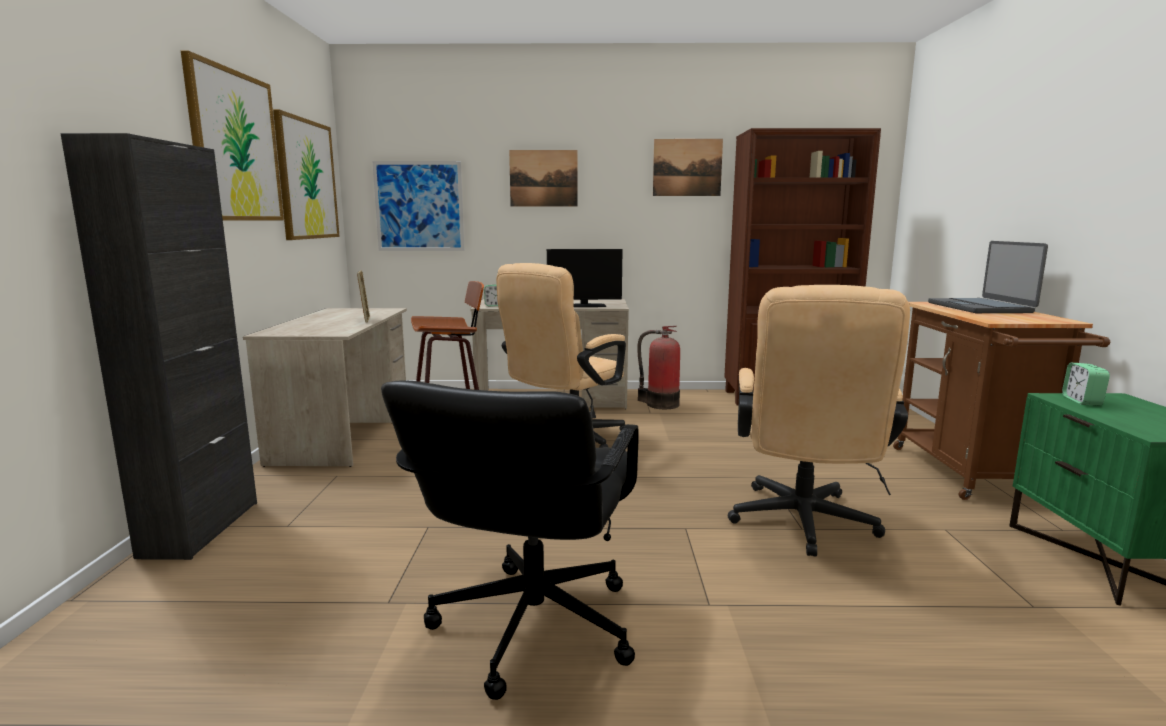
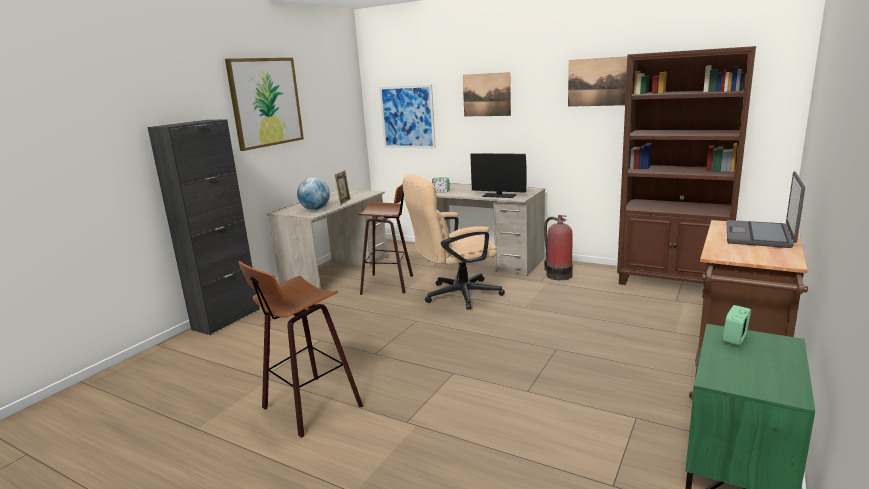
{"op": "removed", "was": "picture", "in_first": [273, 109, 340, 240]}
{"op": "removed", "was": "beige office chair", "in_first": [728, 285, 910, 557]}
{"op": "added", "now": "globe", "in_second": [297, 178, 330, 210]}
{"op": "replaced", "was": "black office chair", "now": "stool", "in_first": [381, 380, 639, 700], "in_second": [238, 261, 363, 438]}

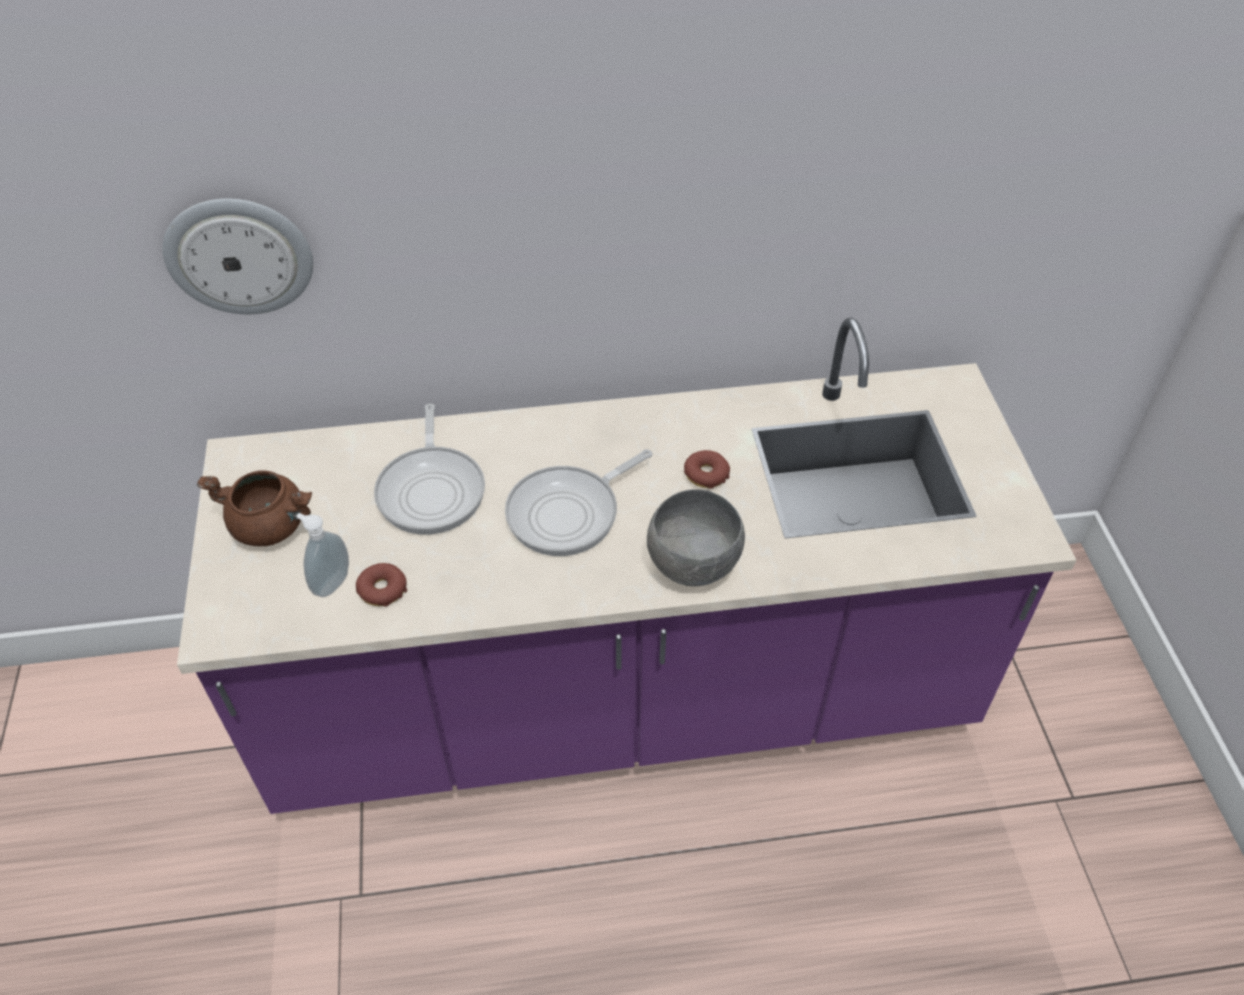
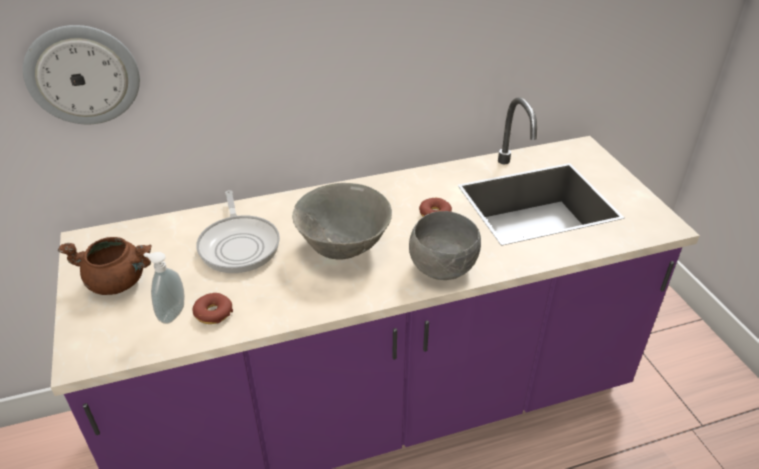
{"op": "replaced", "was": "frying pan", "now": "grey bowl", "in_first": [505, 449, 652, 556], "in_second": [292, 183, 392, 260]}

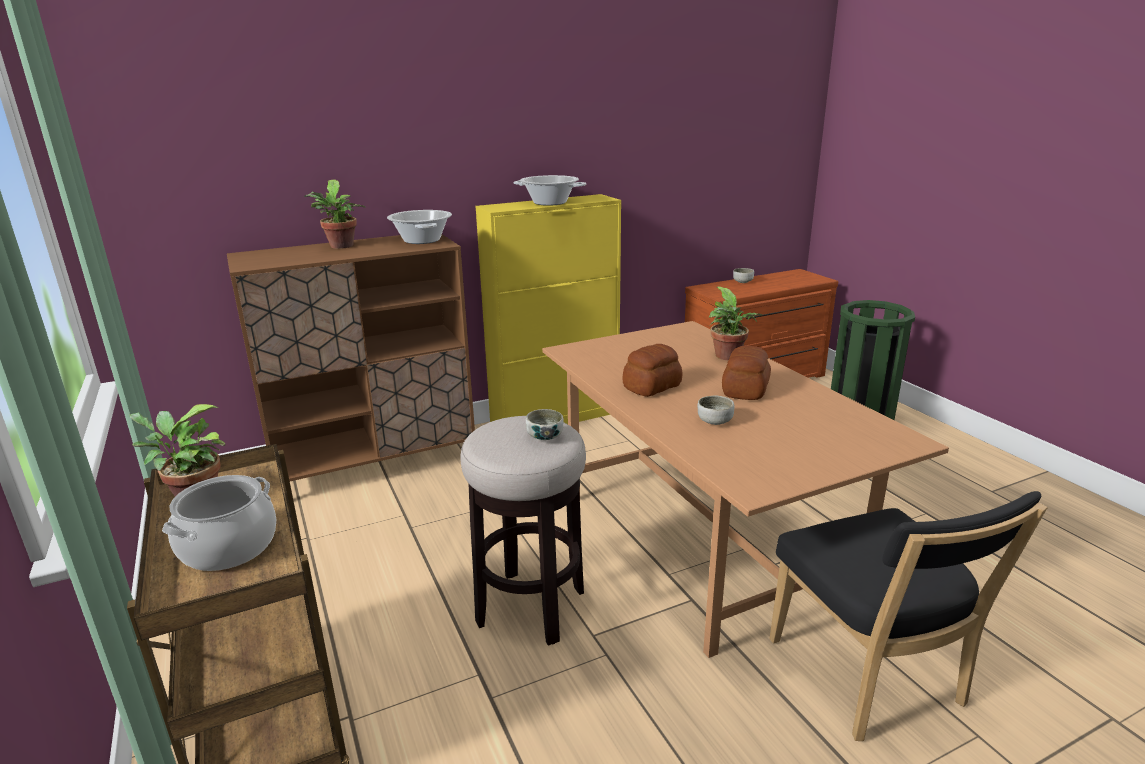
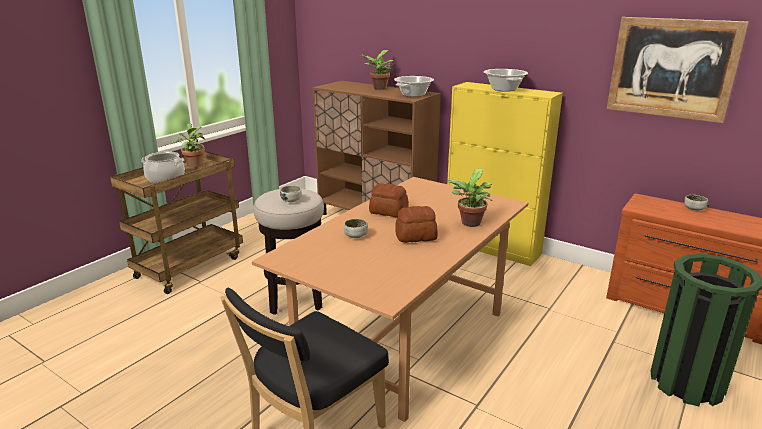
{"op": "added", "now": "picture", "in_second": [607, 17, 749, 123]}

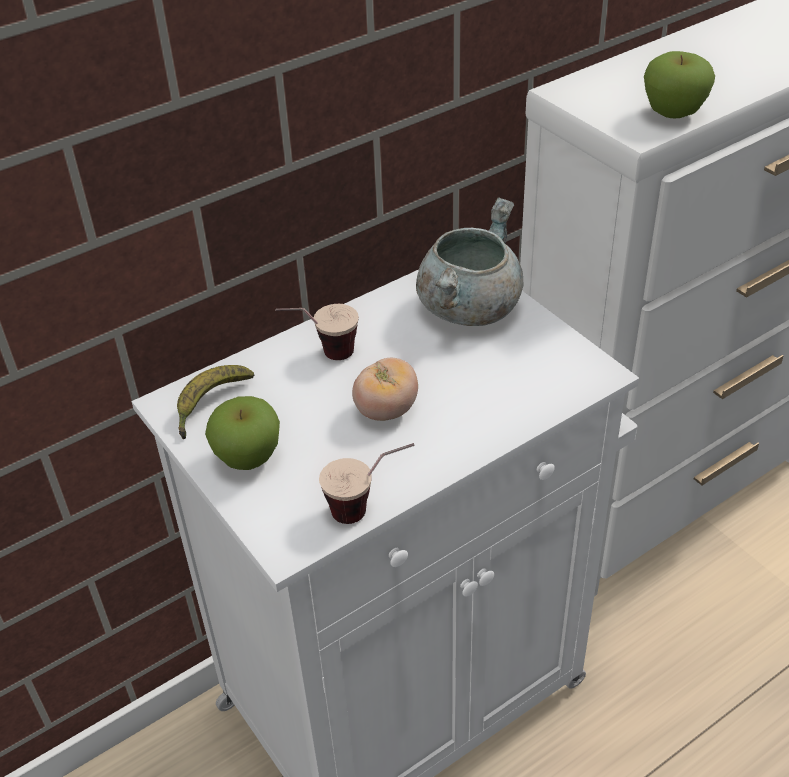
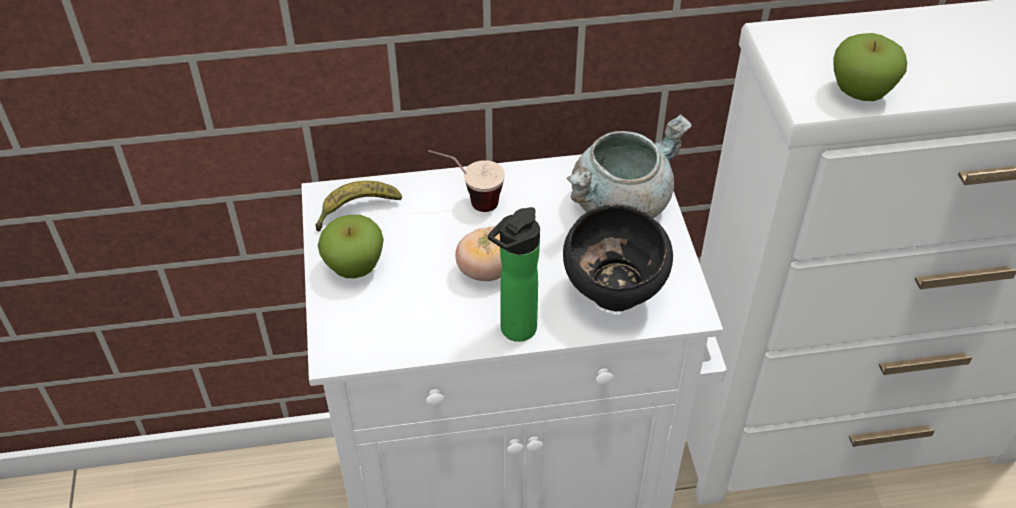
{"op": "removed", "was": "cup", "in_first": [319, 443, 415, 524]}
{"op": "added", "now": "bottle", "in_second": [488, 207, 540, 342]}
{"op": "added", "now": "black bowl", "in_second": [563, 204, 673, 311]}

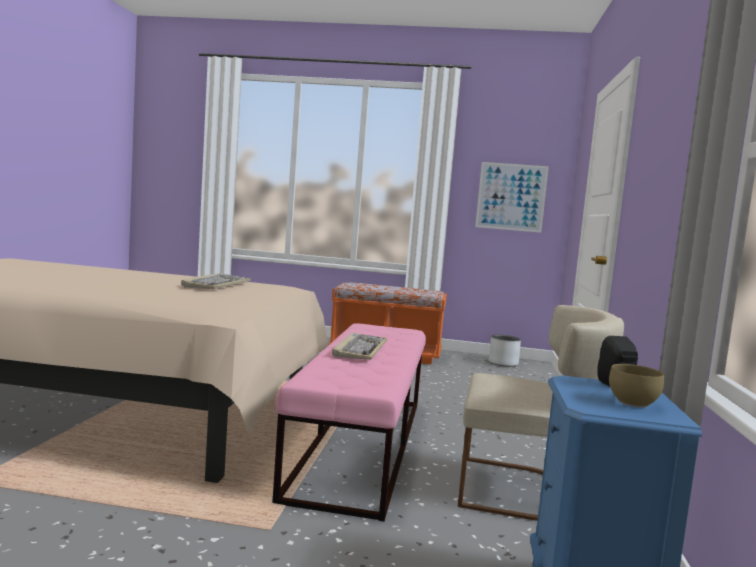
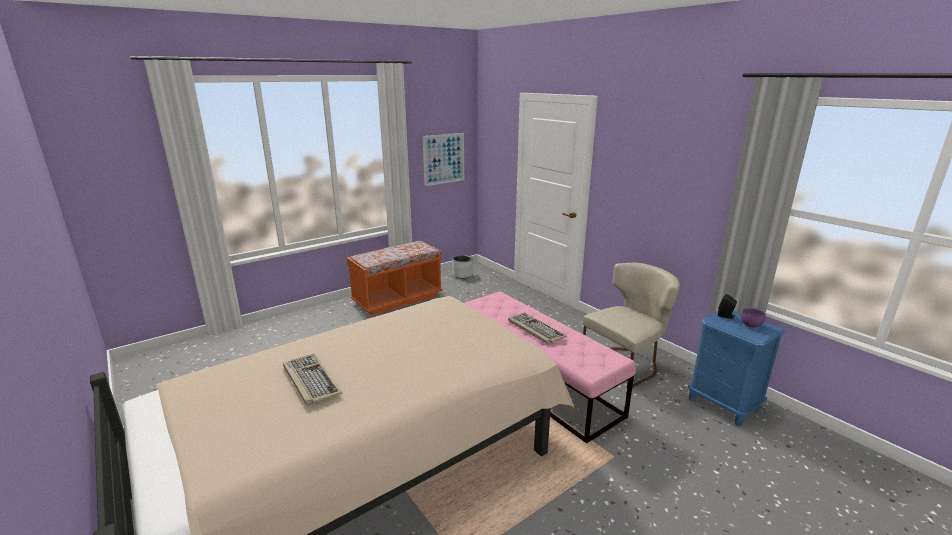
{"op": "moved", "was": "keyboard", "in_first": [181, 273, 251, 289], "in_second": [283, 354, 342, 405]}
{"op": "recoloured", "was": "brown bowl", "now": "purple bowl", "in_first": [609, 364, 664, 407], "in_second": [741, 308, 766, 328]}

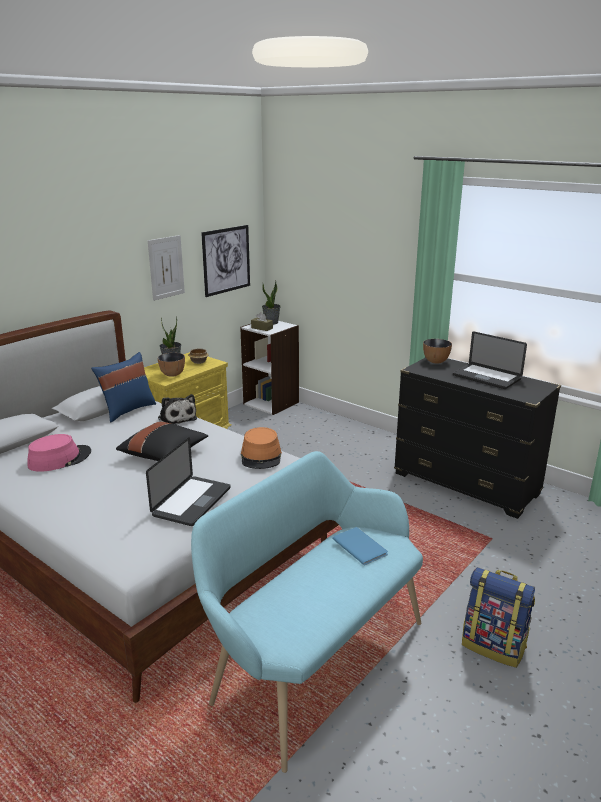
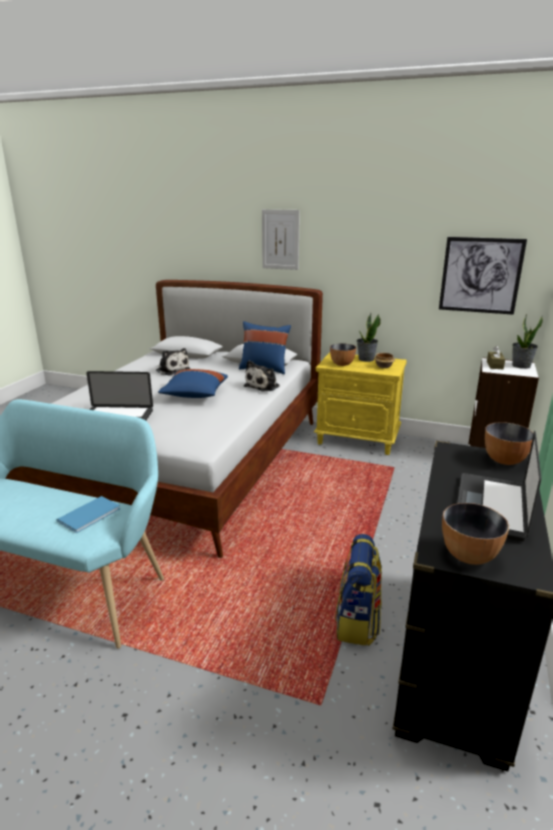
{"op": "removed", "was": "orange hat", "in_first": [241, 427, 282, 469]}
{"op": "added", "now": "bowl", "in_second": [442, 503, 509, 565]}
{"op": "moved", "was": "picture", "in_first": [148, 235, 185, 301], "in_second": [262, 209, 300, 270]}
{"op": "moved", "was": "backpack", "in_first": [462, 567, 535, 668], "in_second": [335, 534, 382, 646]}
{"op": "replaced", "was": "pink hat", "now": "plush toy", "in_first": [28, 434, 91, 472], "in_second": [156, 348, 190, 375]}
{"op": "recoloured", "was": "black pillow", "now": "blue pillow", "in_first": [116, 421, 208, 461], "in_second": [158, 369, 228, 398]}

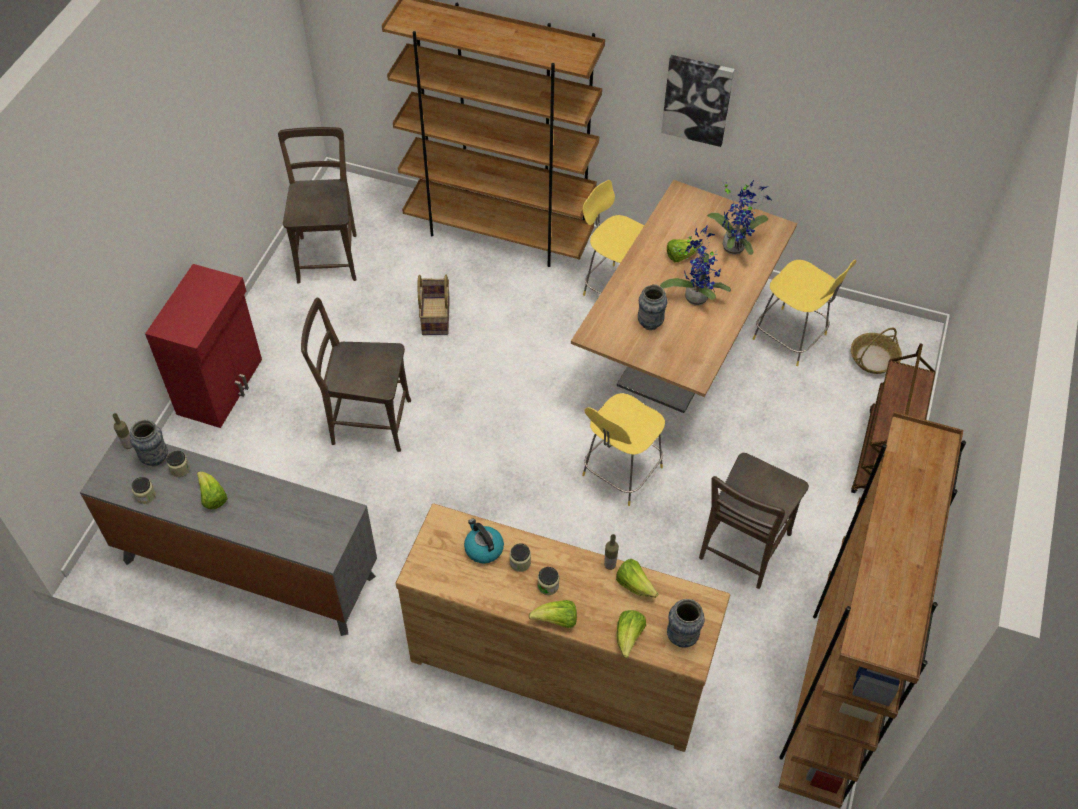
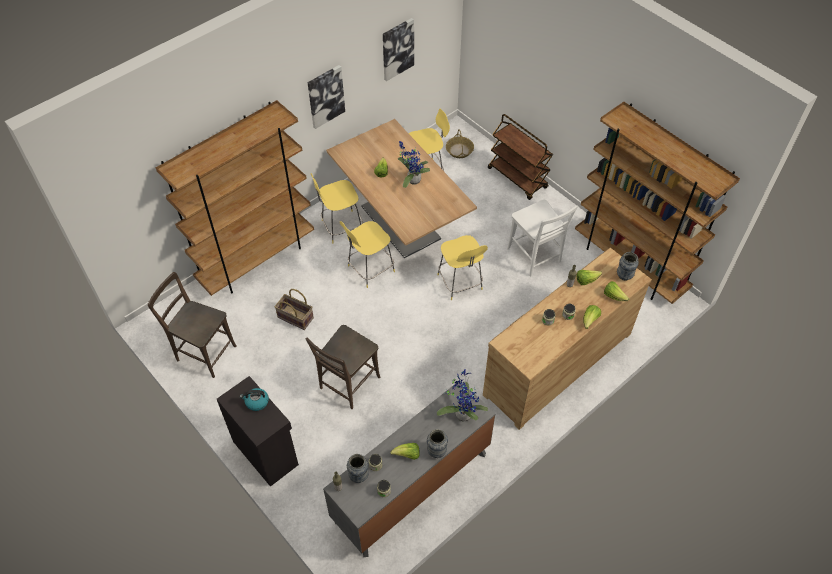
{"op": "added", "now": "yellow stool", "in_second": [340, 221, 395, 288]}
{"op": "added", "now": "picture", "in_second": [383, 18, 414, 81]}
{"op": "moved", "was": "kettle", "in_first": [464, 519, 504, 564], "in_second": [240, 388, 269, 411]}
{"op": "moved", "was": "vase", "in_first": [638, 284, 667, 330], "in_second": [427, 429, 448, 458]}
{"op": "moved", "was": "potted plant", "in_first": [707, 180, 772, 255], "in_second": [437, 369, 488, 422]}
{"op": "recoloured", "was": "red cabinet", "now": "black cabinet", "in_first": [145, 264, 262, 428], "in_second": [217, 376, 299, 487]}
{"op": "recoloured", "was": "brown chair", "now": "white chair", "in_first": [699, 453, 809, 589], "in_second": [507, 200, 578, 276]}

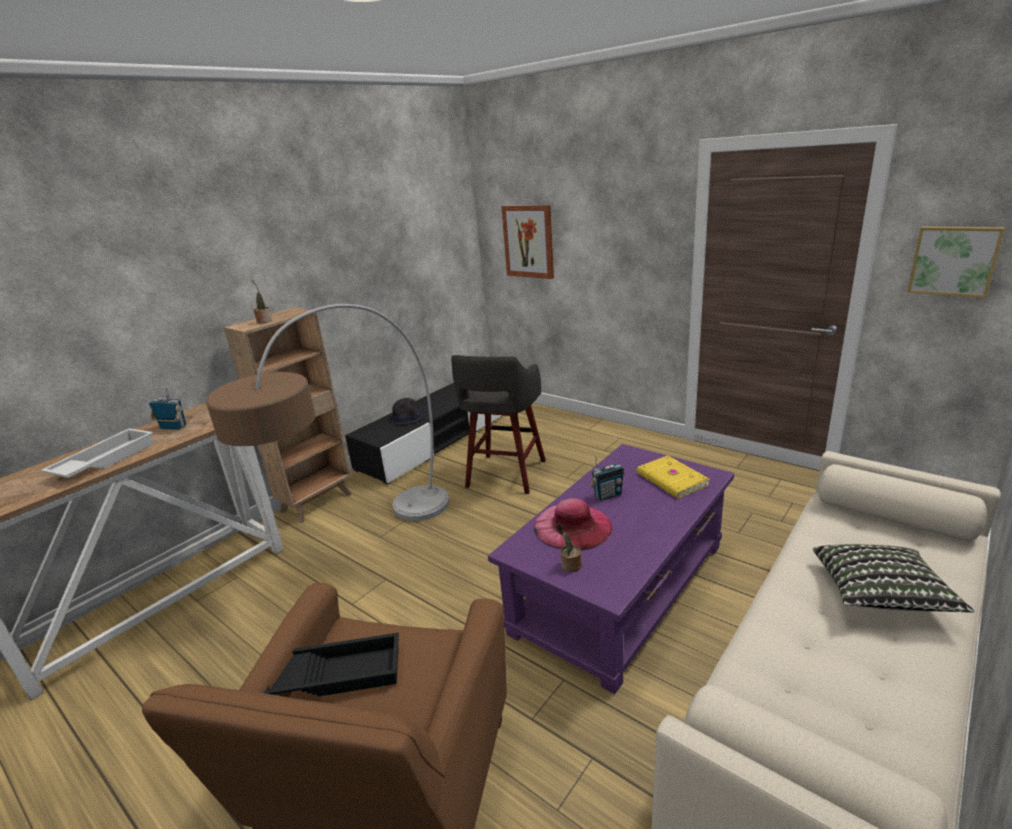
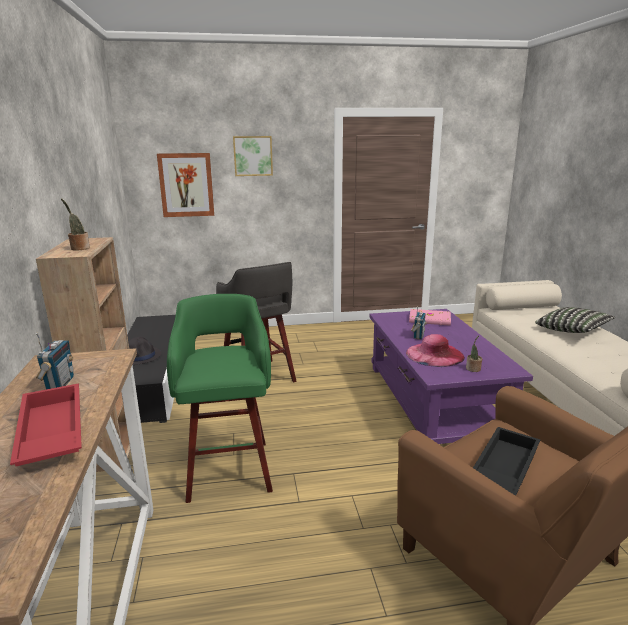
{"op": "moved", "was": "picture", "in_first": [907, 226, 1005, 298], "in_second": [233, 136, 273, 176]}
{"op": "replaced", "was": "floor lamp", "now": "green stool", "in_first": [206, 304, 449, 521], "in_second": [167, 294, 273, 503]}
{"op": "recoloured", "was": "white tray", "now": "red tray", "in_first": [41, 428, 154, 478], "in_second": [10, 383, 82, 466]}
{"op": "recoloured", "was": "yellow book", "now": "pink book", "in_first": [637, 455, 710, 499], "in_second": [409, 309, 451, 326]}
{"op": "turned", "was": "radio", "in_first": [149, 387, 186, 430], "in_second": [36, 332, 74, 389], "clockwise": 120}

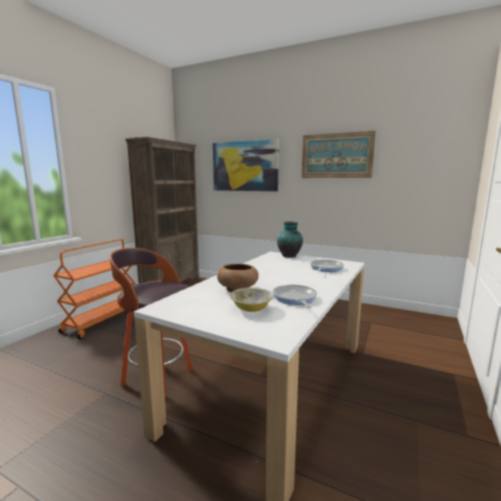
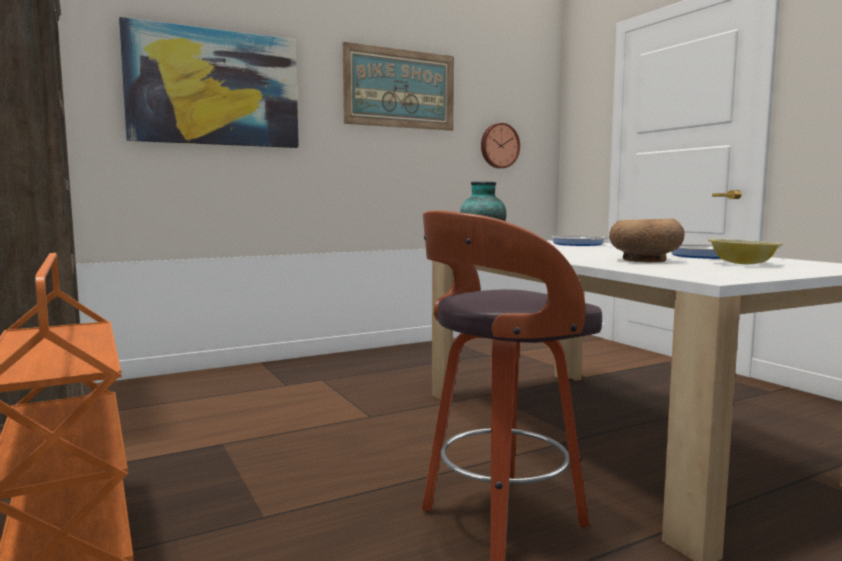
{"op": "added", "now": "wall clock", "in_second": [481, 123, 520, 168]}

